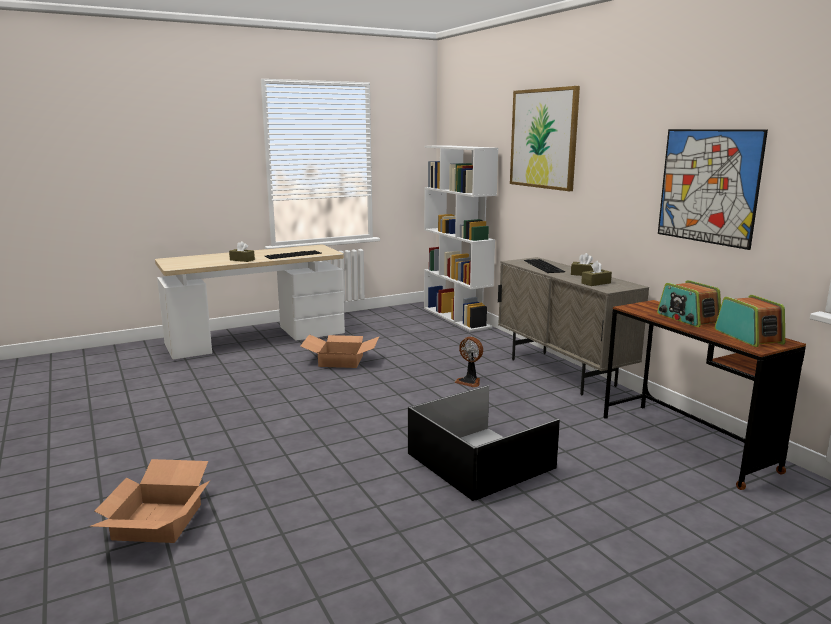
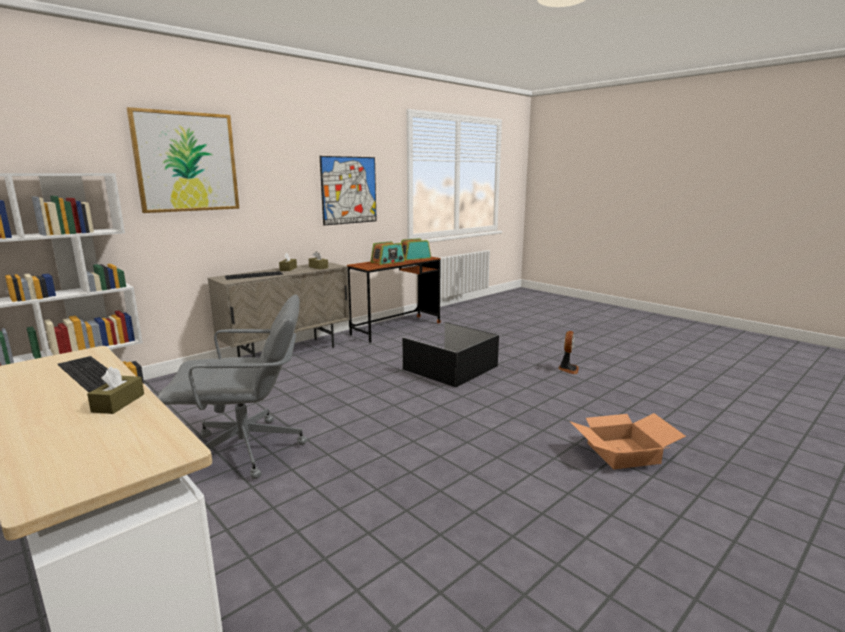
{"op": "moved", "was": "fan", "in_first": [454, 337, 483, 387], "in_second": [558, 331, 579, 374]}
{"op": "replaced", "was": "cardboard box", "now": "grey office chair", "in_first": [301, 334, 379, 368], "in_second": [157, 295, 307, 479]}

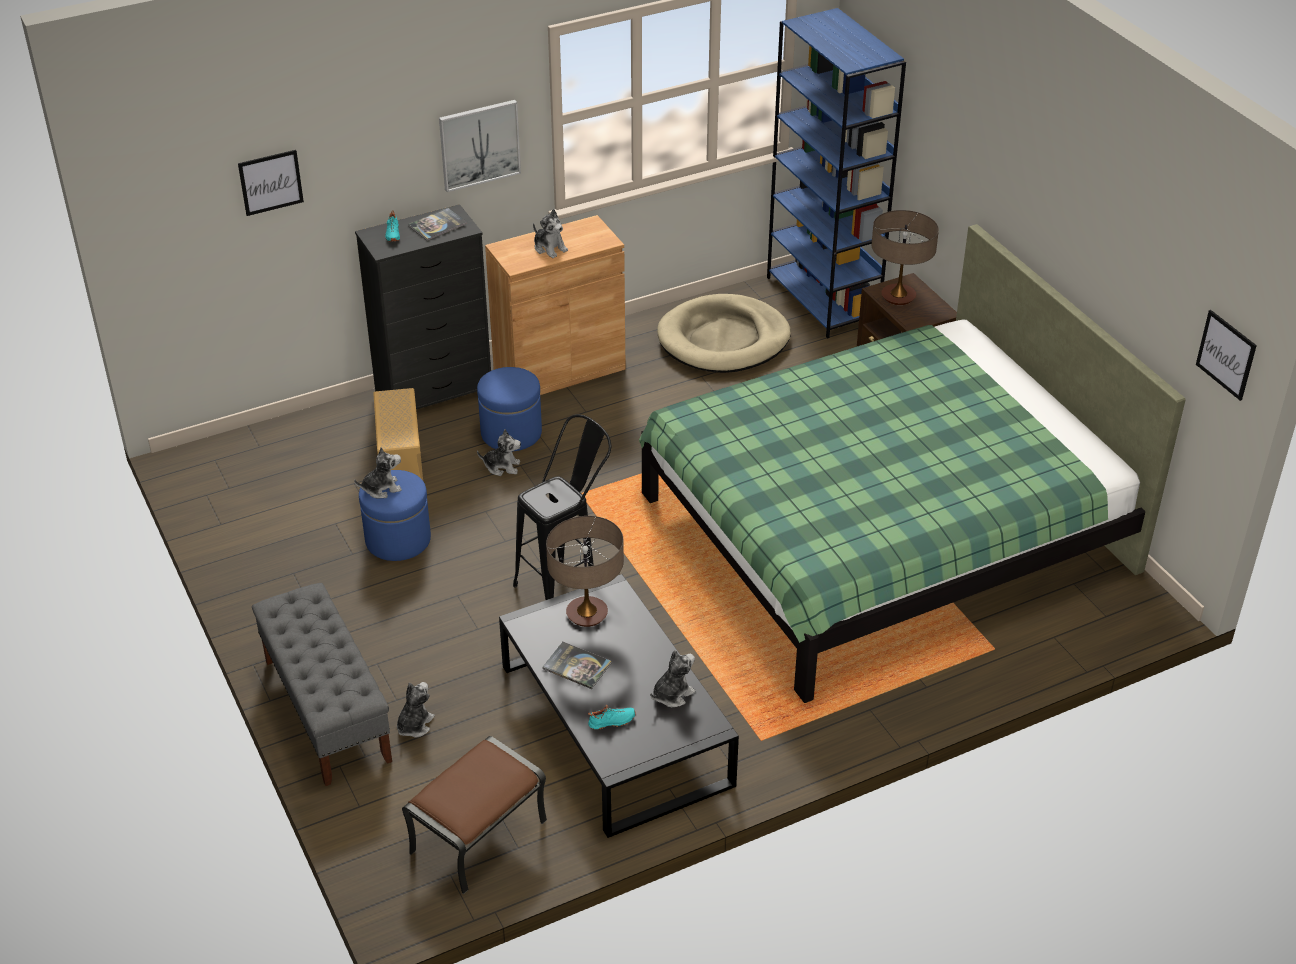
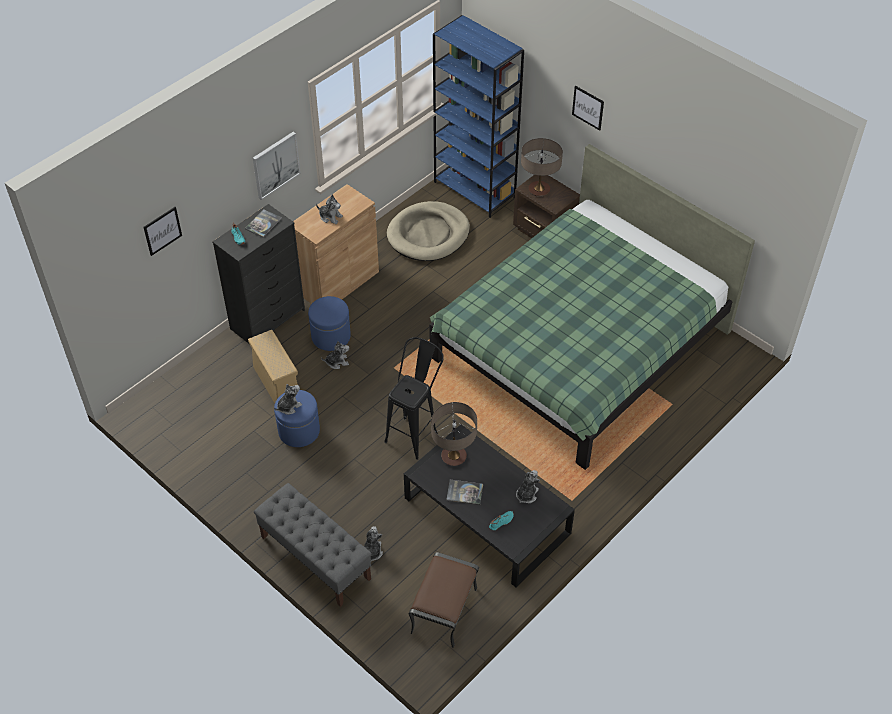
{"op": "moved", "was": "picture", "in_first": [1196, 310, 1257, 401], "in_second": [572, 86, 604, 131]}

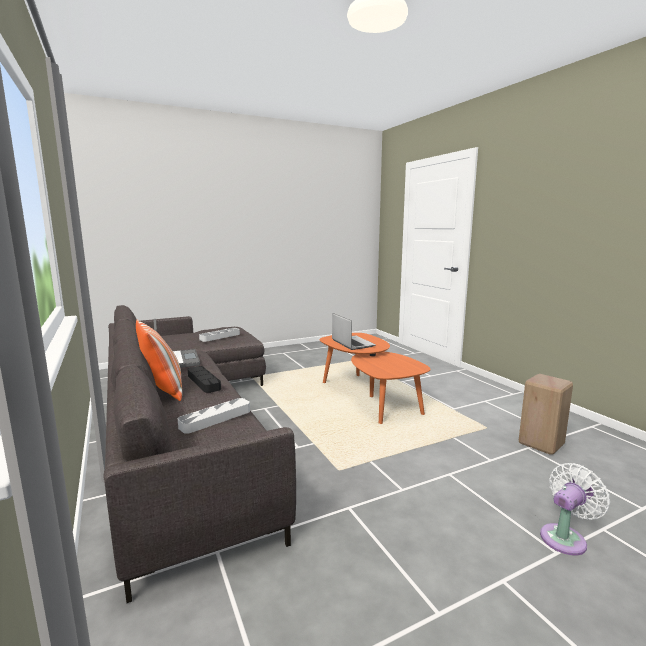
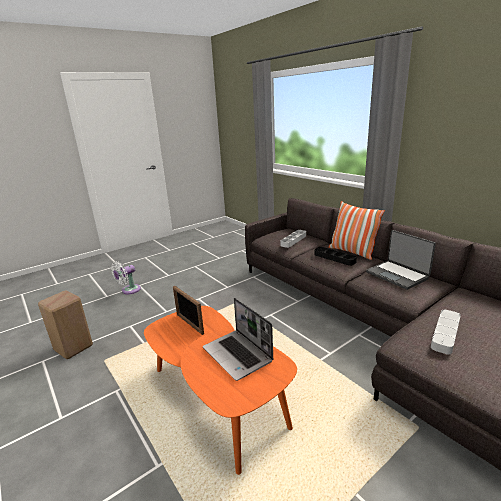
{"op": "added", "now": "picture frame", "in_second": [173, 286, 204, 335]}

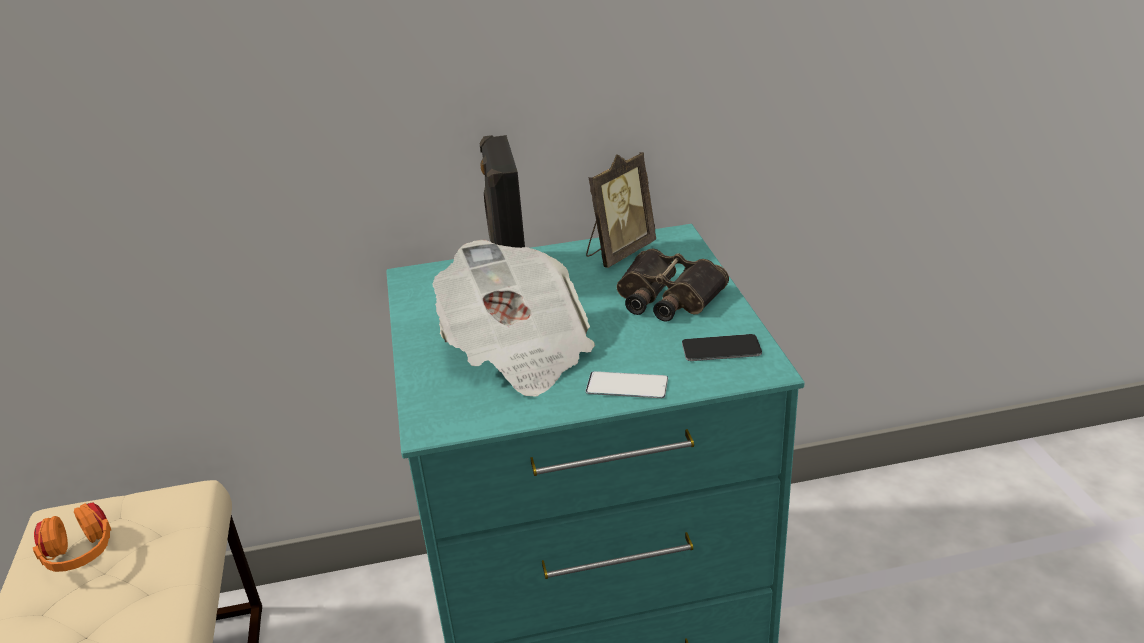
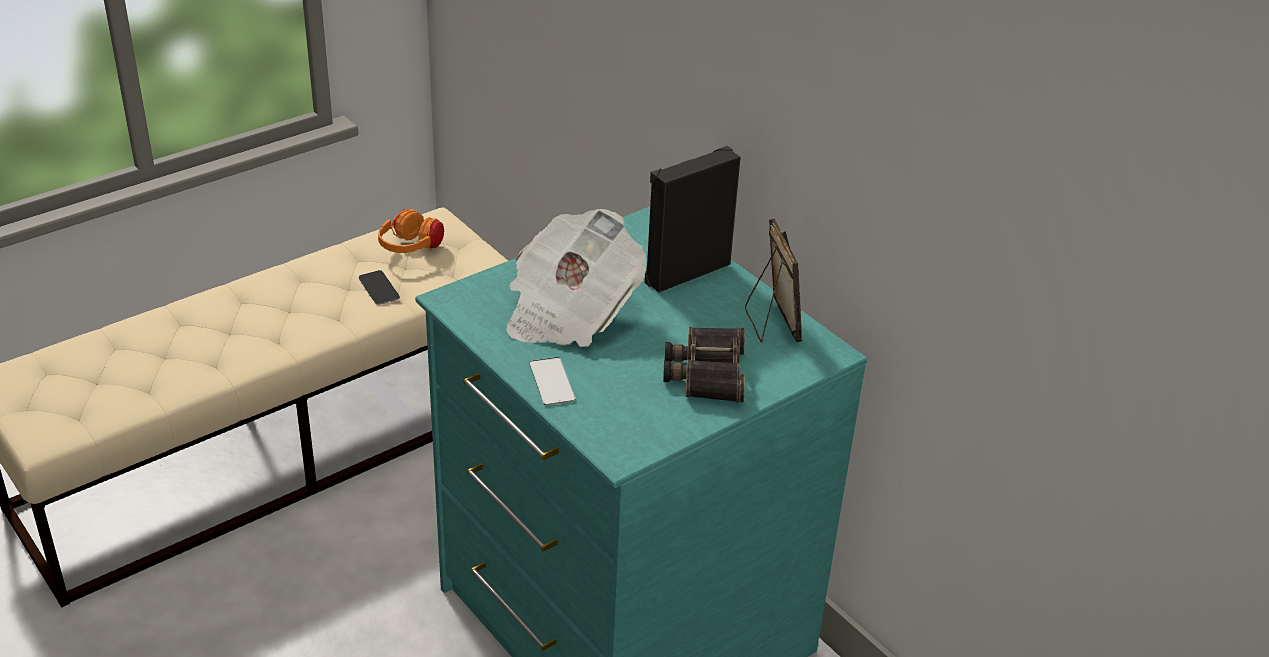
{"op": "moved", "was": "phone", "in_first": [682, 334, 762, 361], "in_second": [359, 270, 400, 305]}
{"op": "turned", "was": "picture frame", "in_first": [586, 152, 656, 268], "in_second": [745, 219, 802, 342], "clockwise": -120}

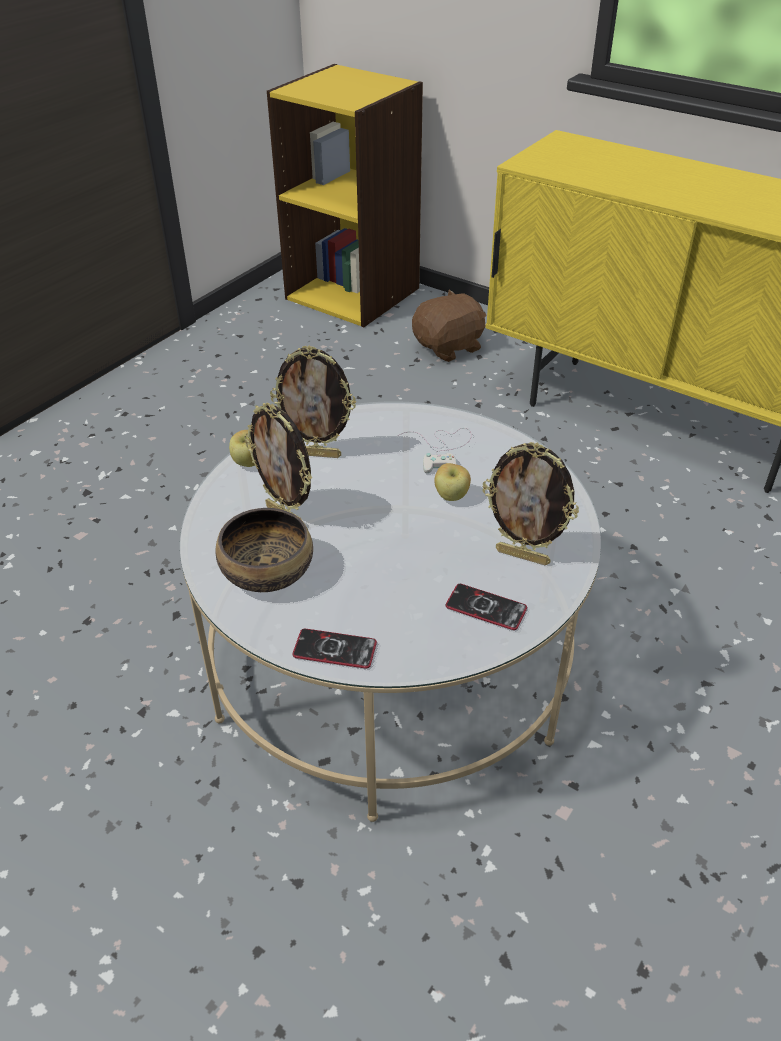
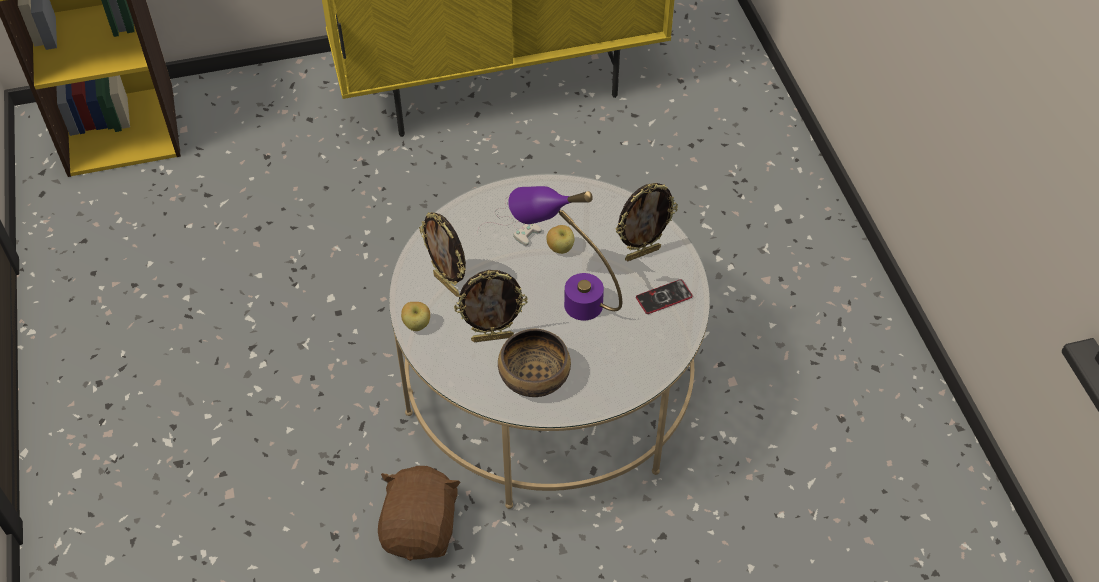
{"op": "removed", "was": "phone", "in_first": [292, 629, 377, 669]}
{"op": "added", "now": "purple table lamp", "in_second": [508, 186, 622, 321]}
{"op": "moved", "was": "brown plush toy", "in_first": [412, 290, 487, 362], "in_second": [378, 466, 461, 561]}
{"op": "turned", "was": "picture frame", "in_first": [270, 345, 356, 458], "in_second": [419, 212, 466, 297], "clockwise": 90}

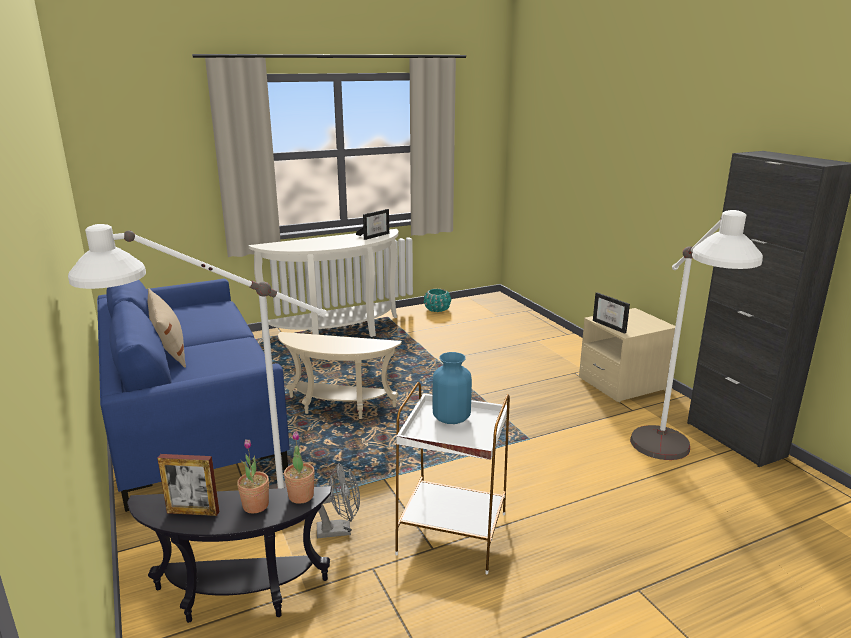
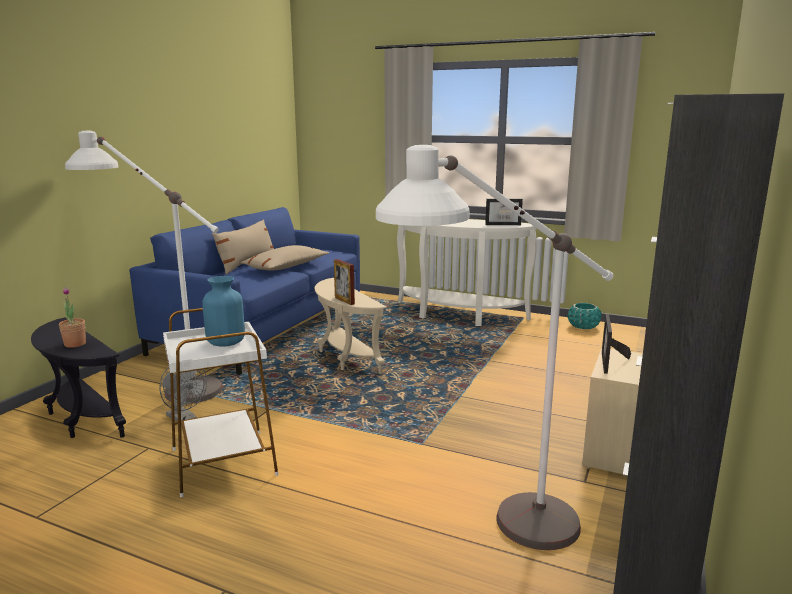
{"op": "removed", "was": "potted plant", "in_first": [284, 431, 315, 504]}
{"op": "added", "now": "beige pillow", "in_second": [241, 245, 329, 270]}
{"op": "moved", "was": "picture frame", "in_first": [157, 454, 219, 516], "in_second": [334, 259, 355, 305]}

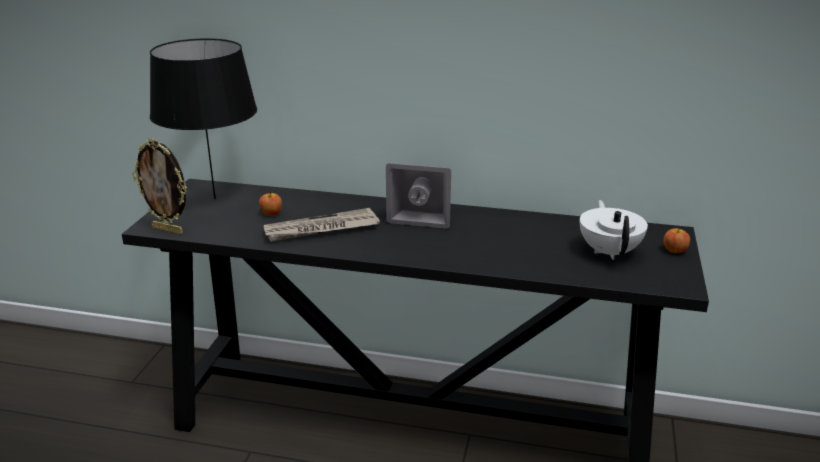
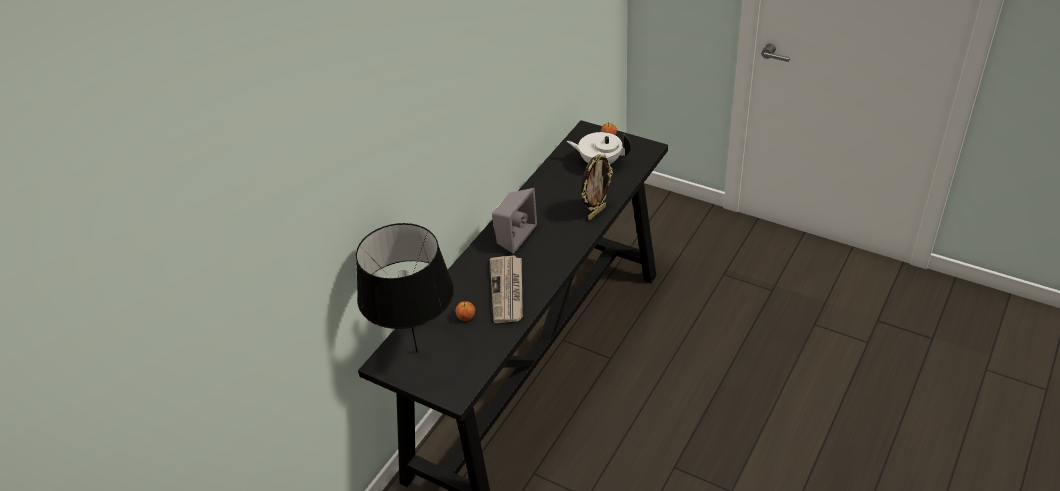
{"op": "moved", "was": "picture frame", "in_first": [132, 138, 187, 234], "in_second": [581, 154, 613, 220]}

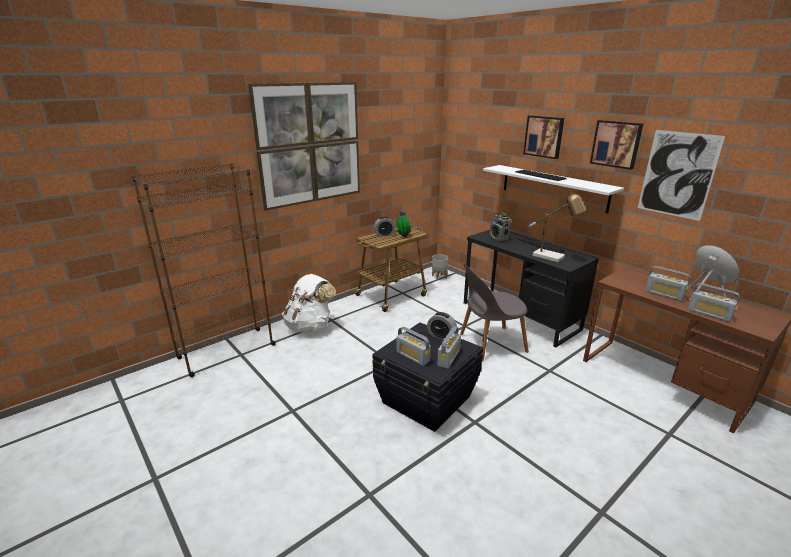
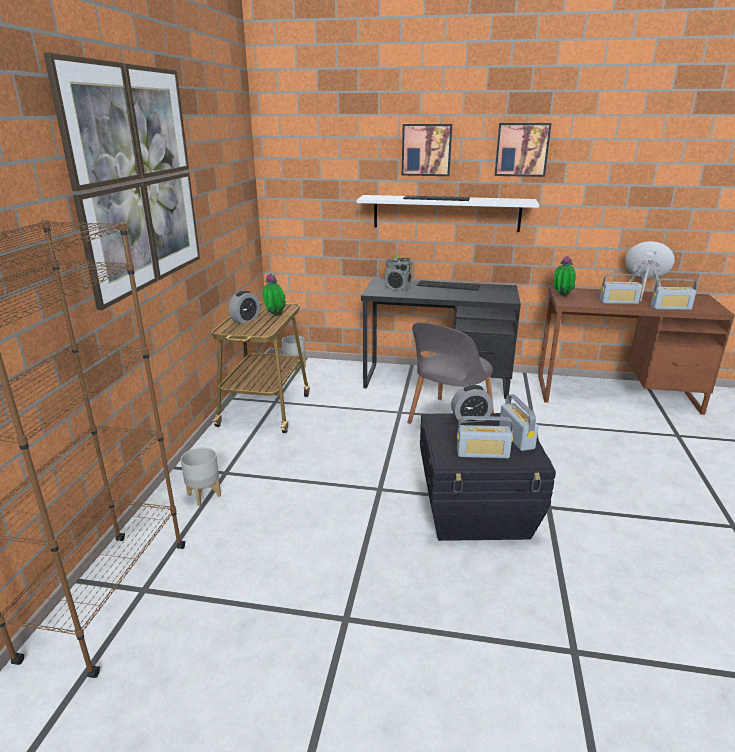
{"op": "removed", "was": "table lamp", "in_first": [529, 192, 586, 262]}
{"op": "removed", "was": "picture", "in_first": [638, 130, 725, 221]}
{"op": "added", "now": "potted plant", "in_second": [553, 256, 576, 296]}
{"op": "replaced", "was": "white backpack", "now": "grey planter", "in_first": [282, 274, 336, 333], "in_second": [181, 447, 221, 506]}

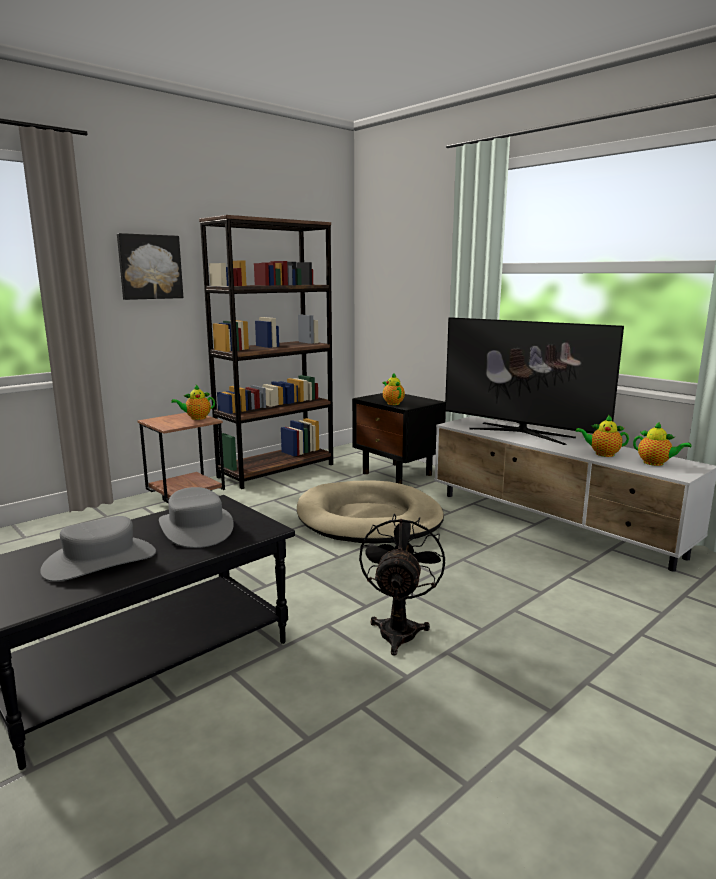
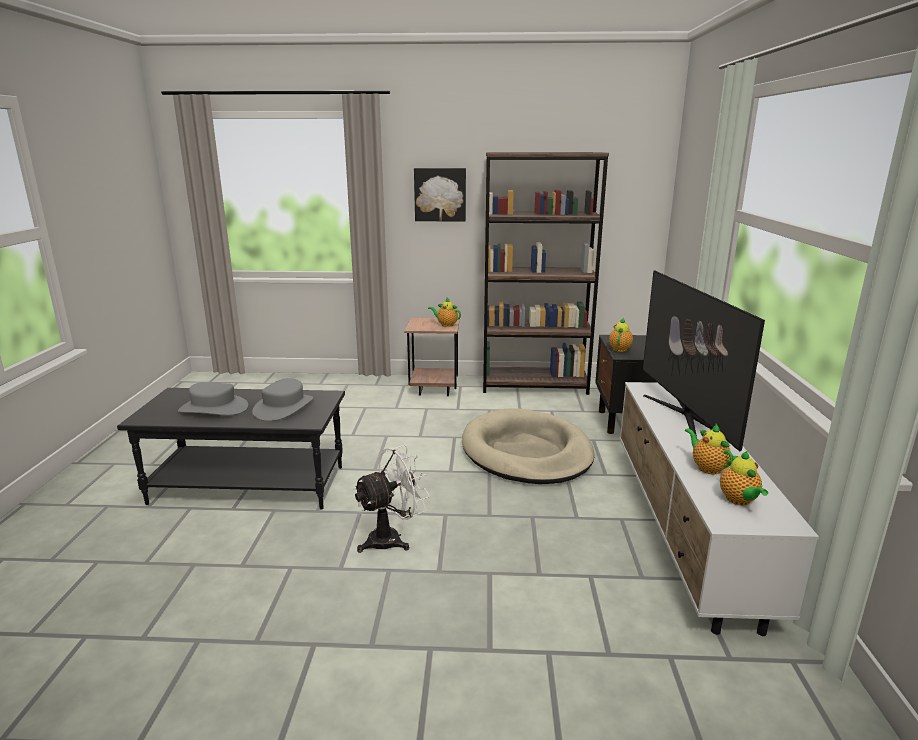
{"op": "recoloured", "was": "black fan", "now": "white fan", "in_first": [359, 514, 445, 656], "in_second": [353, 445, 430, 553]}

